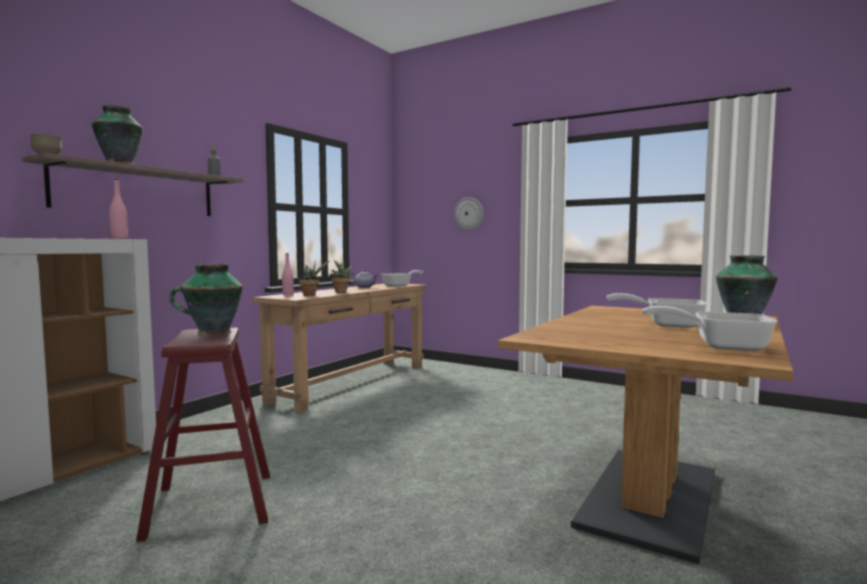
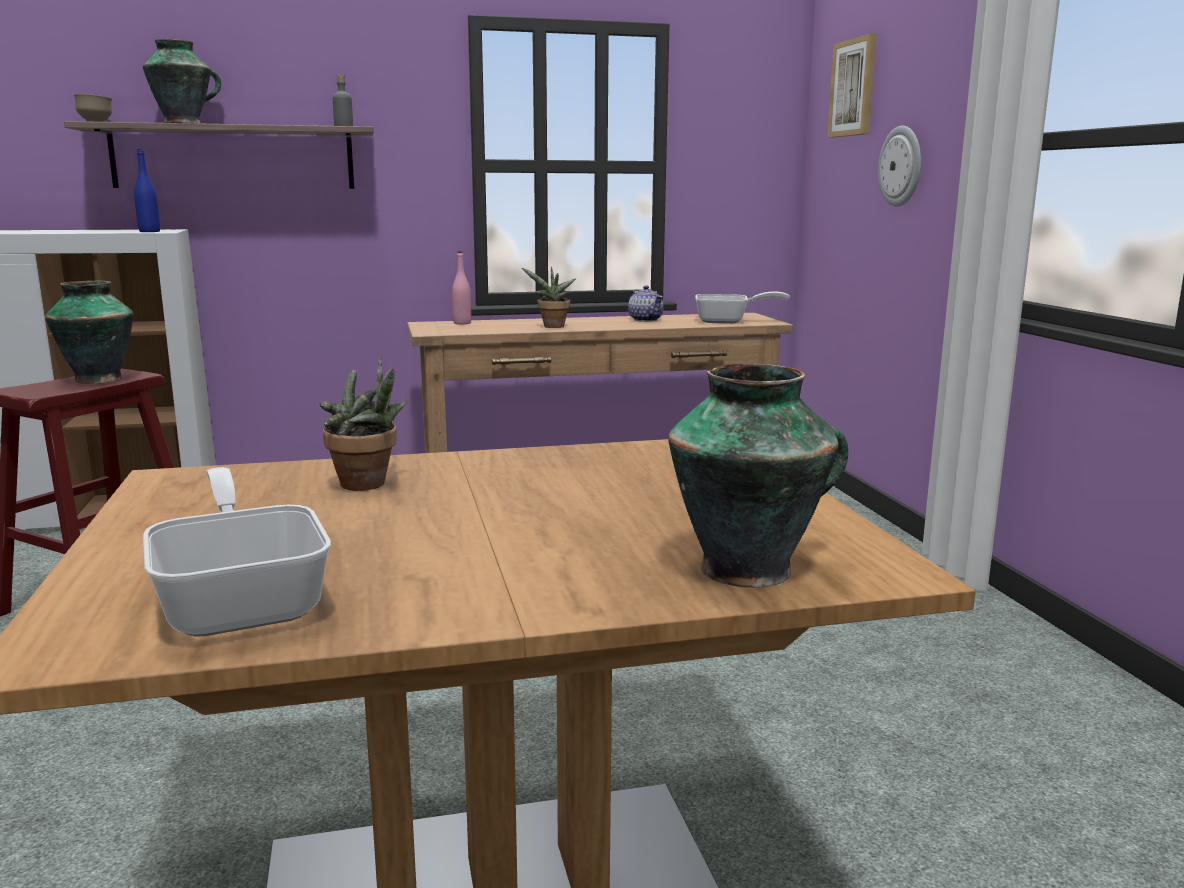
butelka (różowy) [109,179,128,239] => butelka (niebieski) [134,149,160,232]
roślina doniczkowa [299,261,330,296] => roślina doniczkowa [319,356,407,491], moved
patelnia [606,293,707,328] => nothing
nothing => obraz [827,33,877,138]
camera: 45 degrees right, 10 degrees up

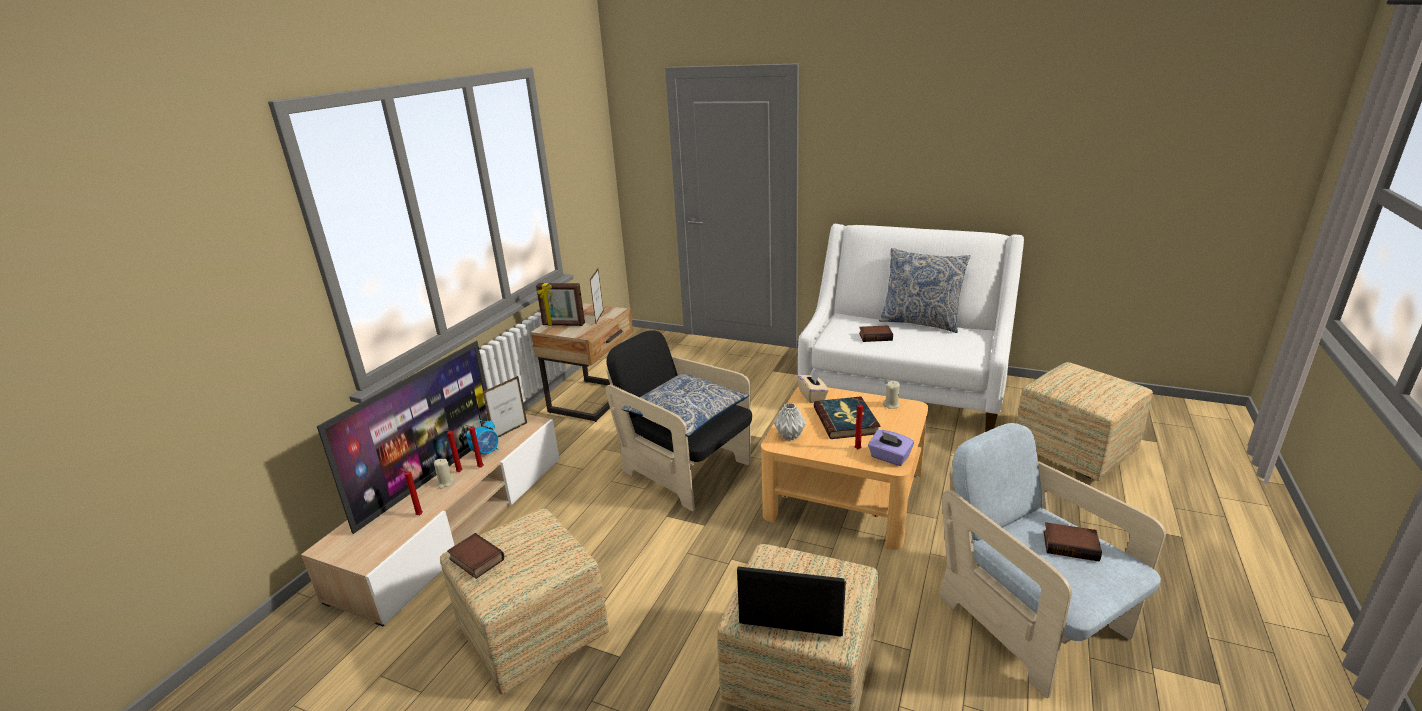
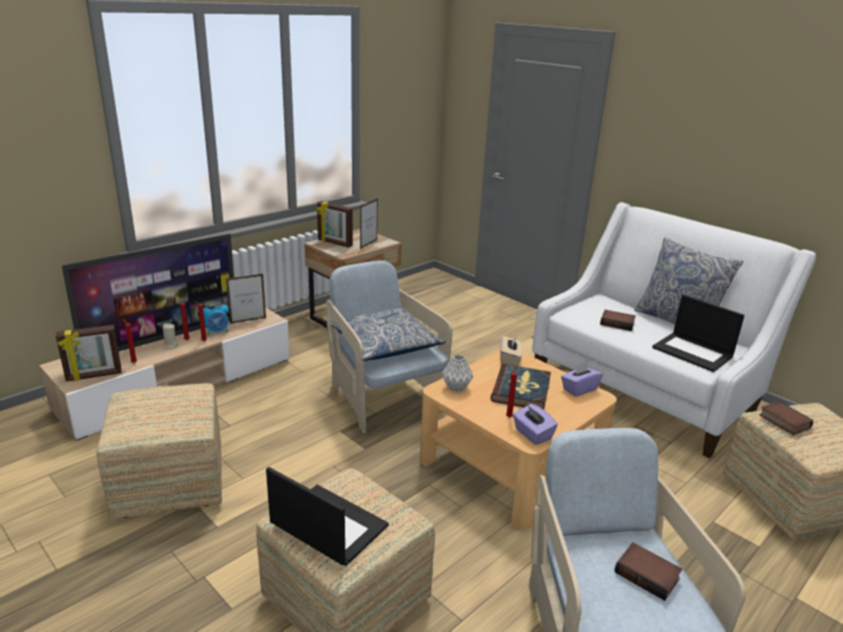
fotel (czarny) [605,330,752,512] => fotel (beżowy) [326,261,453,434]
świeca (beżowy) [883,381,900,409] => pudełko chusteczek (fioletowy) [561,362,603,397]
książka [447,533,504,579] => książka [759,401,813,435], moved
nothing => laptop [652,294,745,372]
nothing => ramka na zdjęcie [56,325,122,382]
camera: 20 degrees right, 0 degrees up

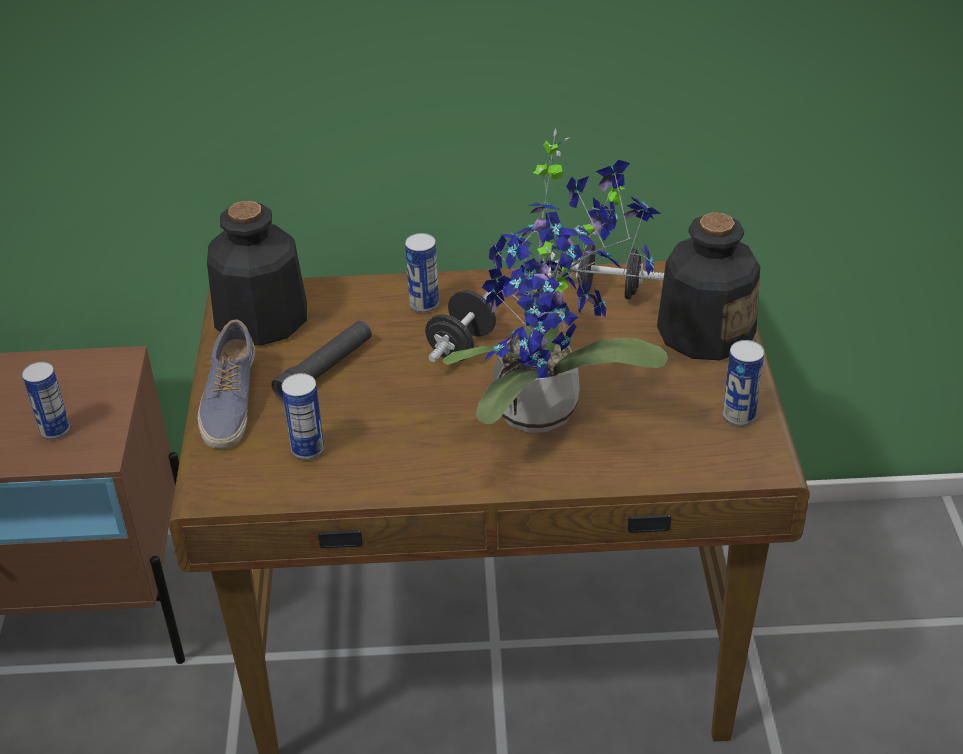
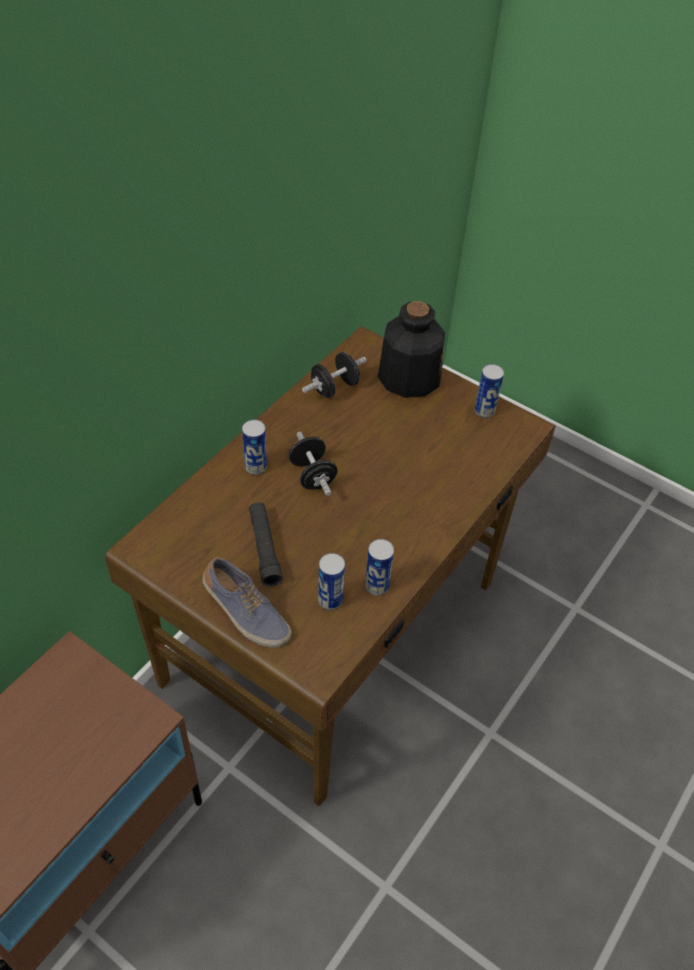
roślina doniczkowa [443,128,668,433] => nothing
butelka [207,201,307,346] => nothing
puszka [22,362,70,440] => puszka [365,539,394,596], moved
camera: 55 degrees left, 10 degrees up

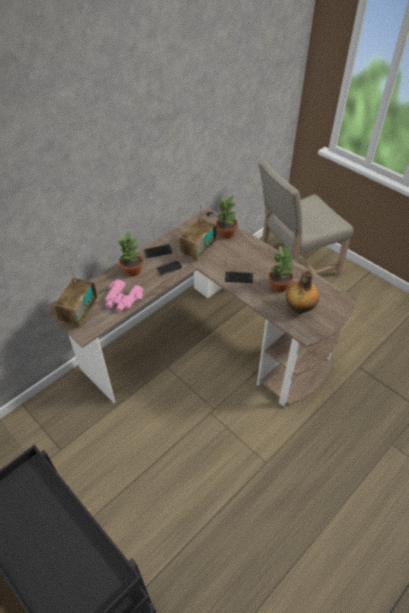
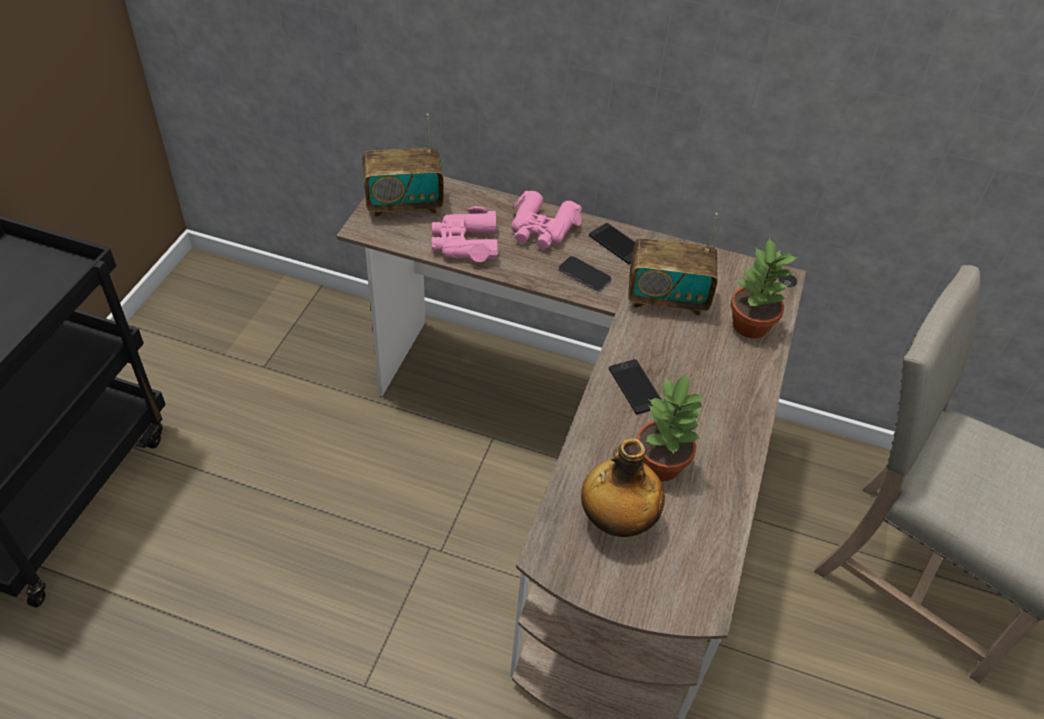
roślina doniczkowa [118,230,143,277] => lornetka (różowy) [511,191,582,249]
camera: 60 degrees right, 0 degrees up

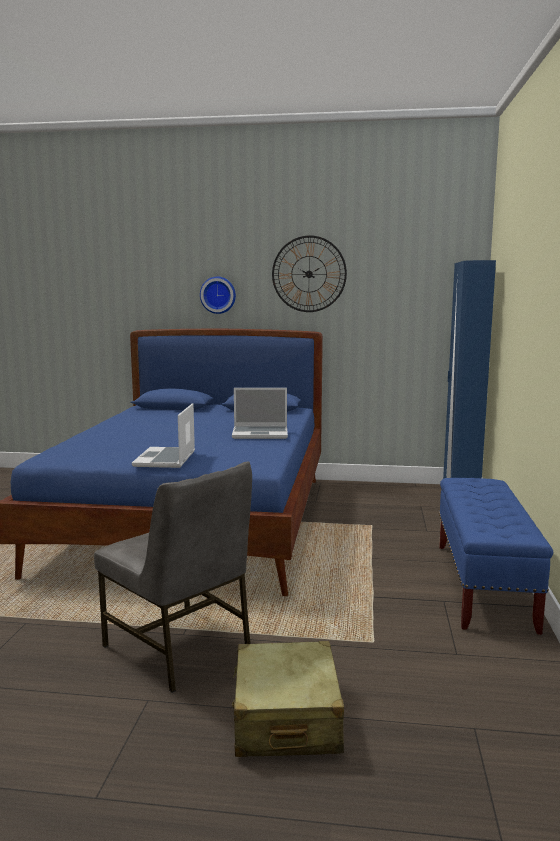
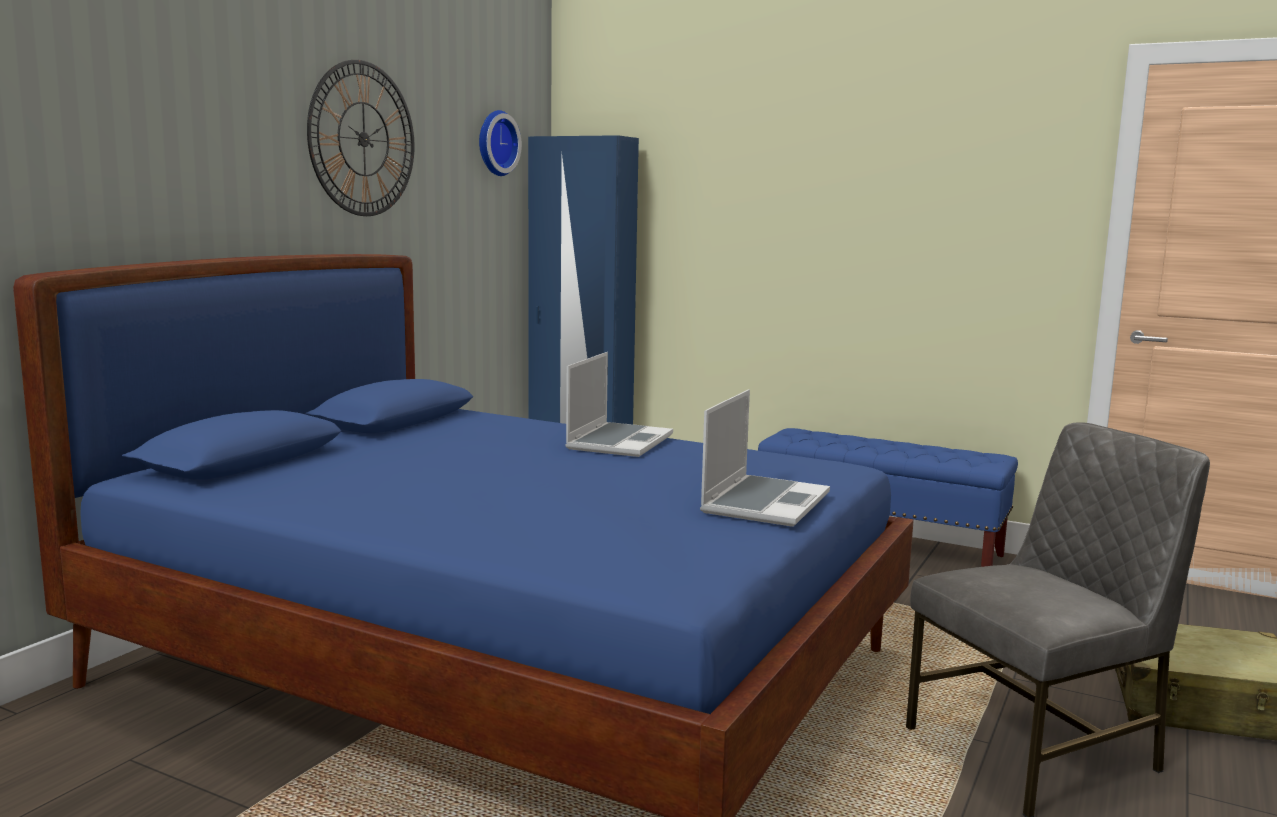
zegar ścienny [200,276,236,314] => zegar ścienny [479,110,522,176], moved
laptop [132,403,195,468] => laptop [700,389,830,527], 90 degrees counterclockwise
camera: 70 degrees left, 0 degrees up

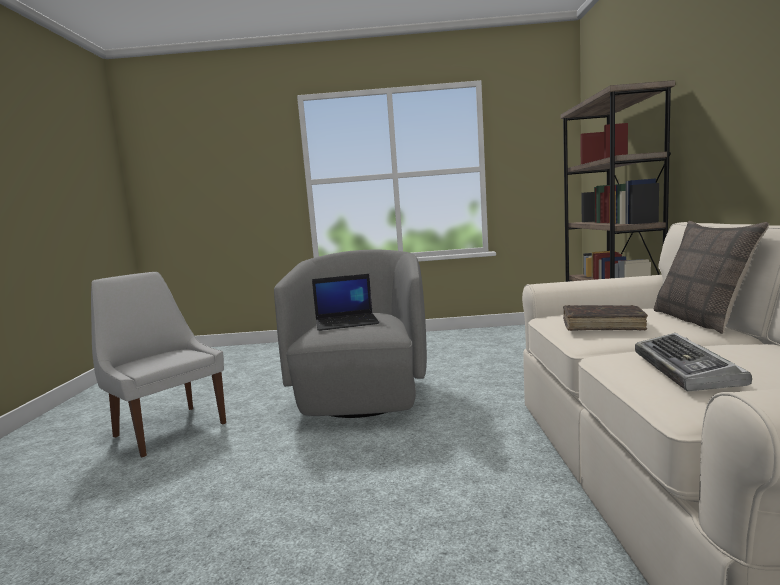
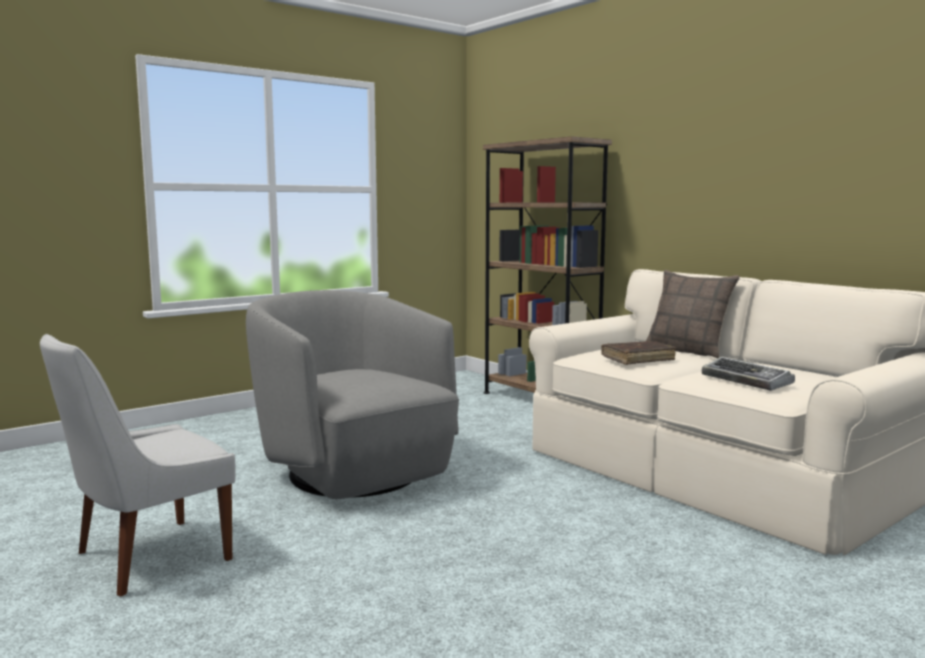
krzesło (biały) [91,272,226,457] => krzesło (biały) [40,334,235,597], 45 degrees counterclockwise
laptop [312,274,379,331] => nothing
camera: 40 degrees left, 0 degrees up

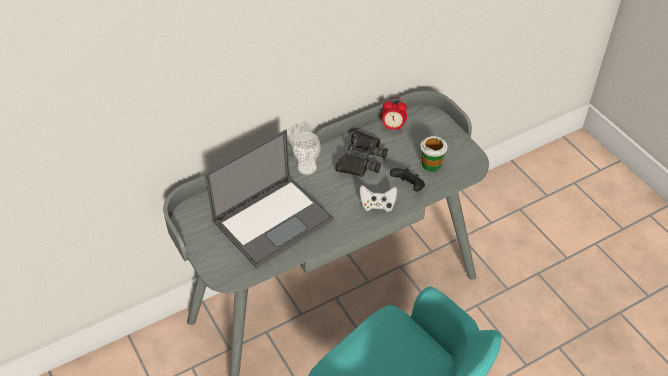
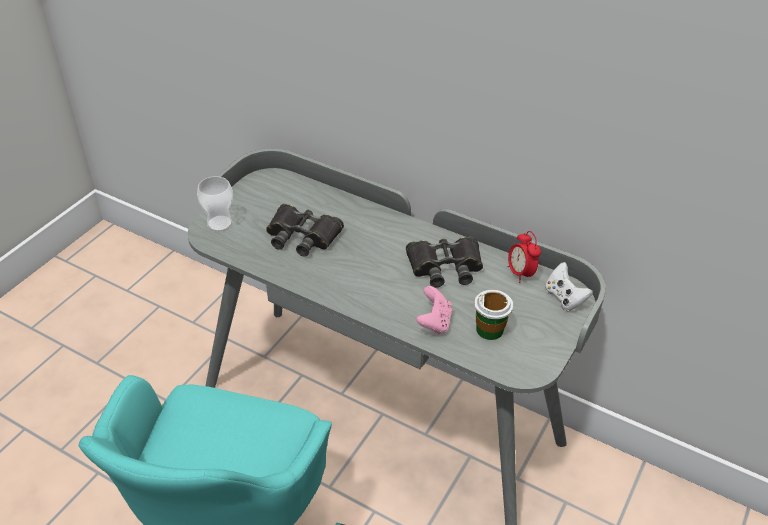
laptop [205,129,334,268] => lornetka (czarny) [266,204,344,257]
filiżanka [292,132,320,175] => filiżanka [197,176,233,232], moved
pad do gier (czarny) [390,168,425,191] => pad do gier (różowy) [416,286,452,334]
pad do gier (biały) [359,185,397,212] => pad do gier (biały) [545,262,593,311], moved
camera: 60 degrees right, 5 degrees down

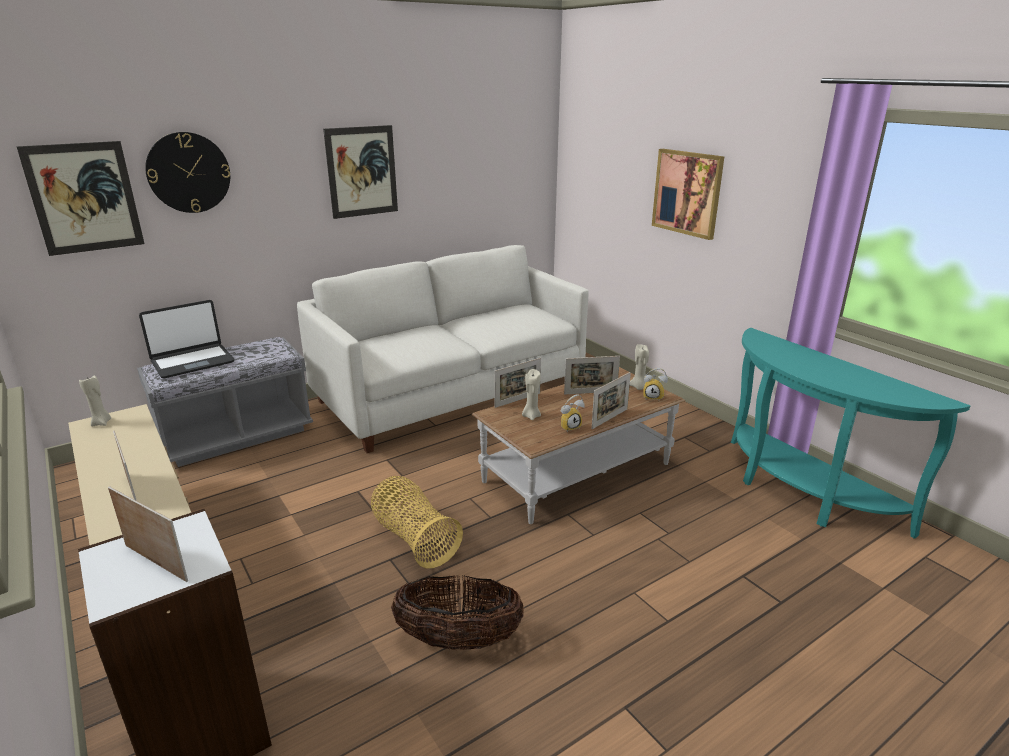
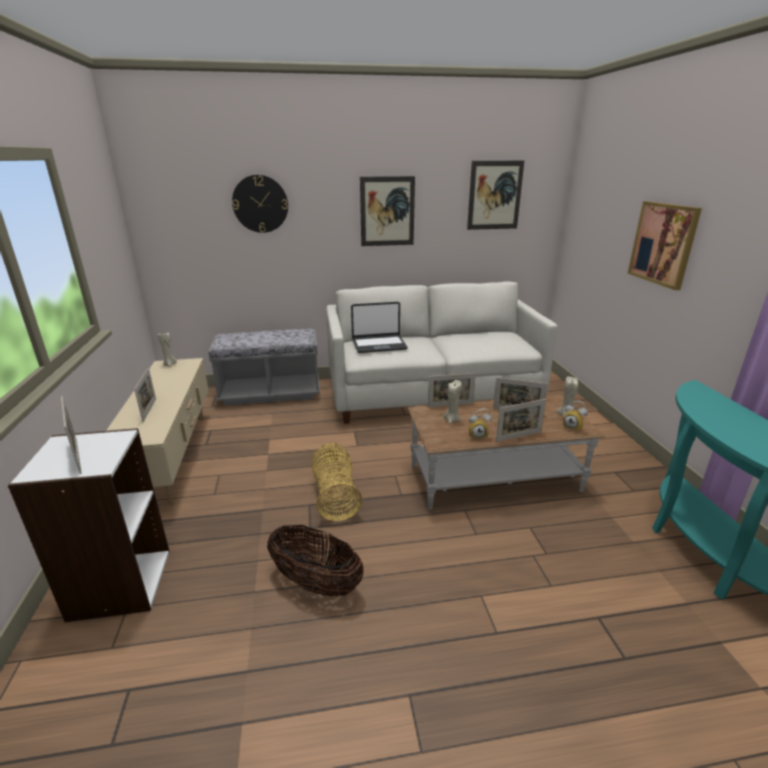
obraz [16,141,145,256] => obraz [467,161,524,230], moved
laptop [139,300,235,378] => laptop [351,302,408,353], moved
camera: 25 degrees right, 0 degrees up

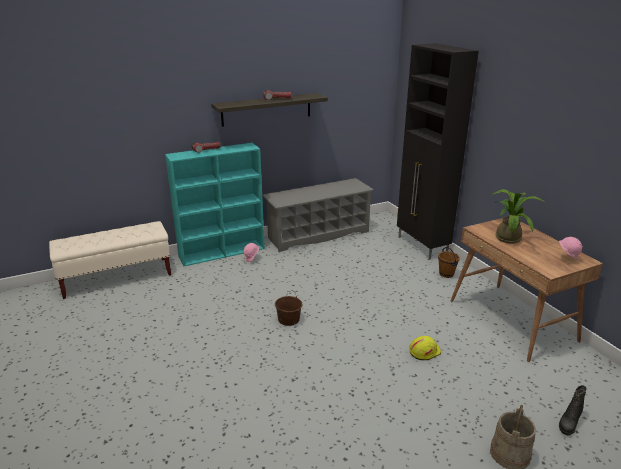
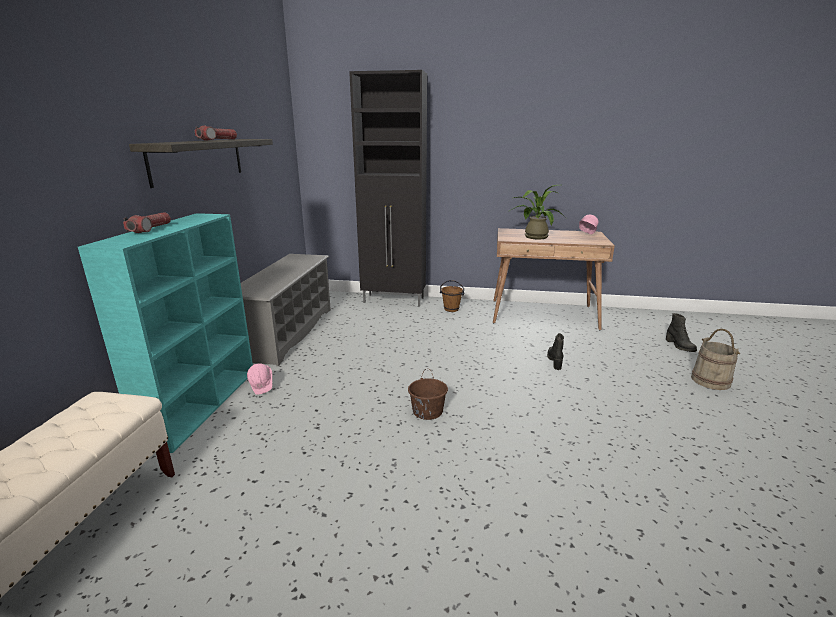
kask (żółty) [409,336,441,360] => but z cholewką (czarny) [547,333,564,370]
camera: 55 degrees left, 5 degrees down

